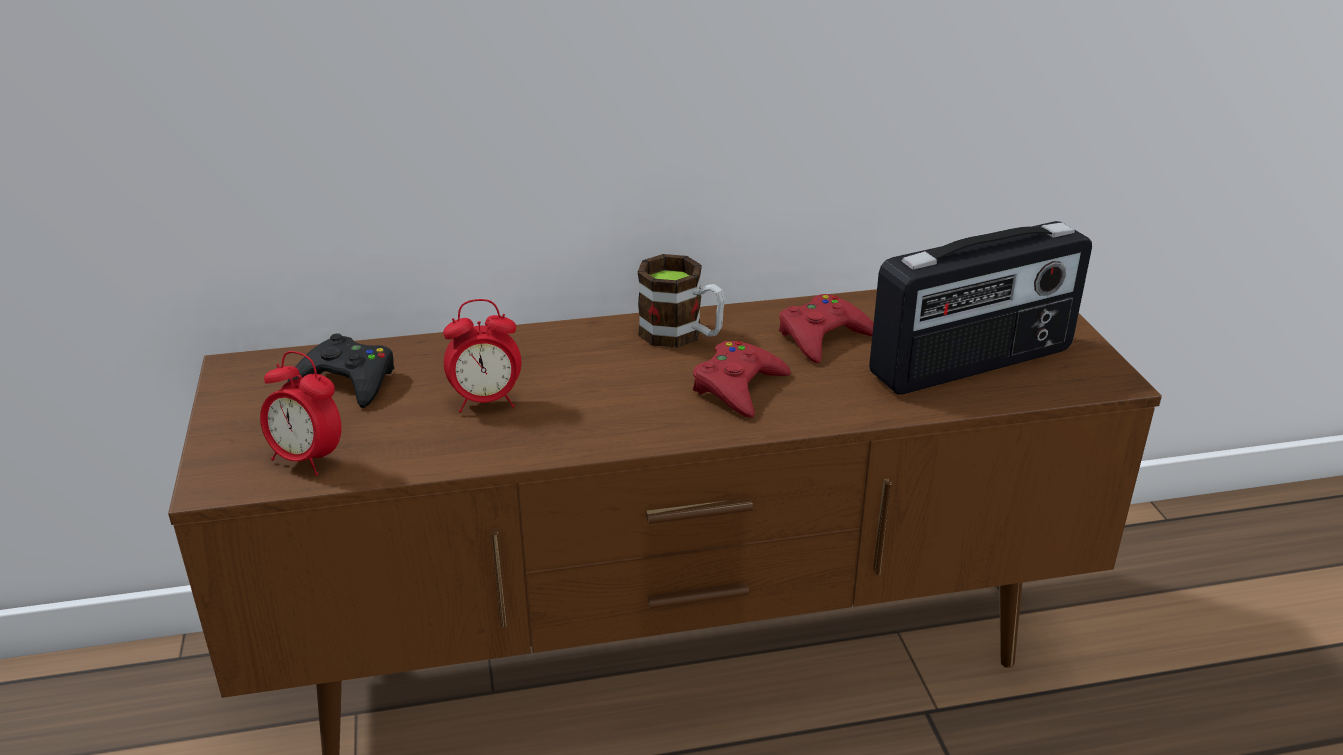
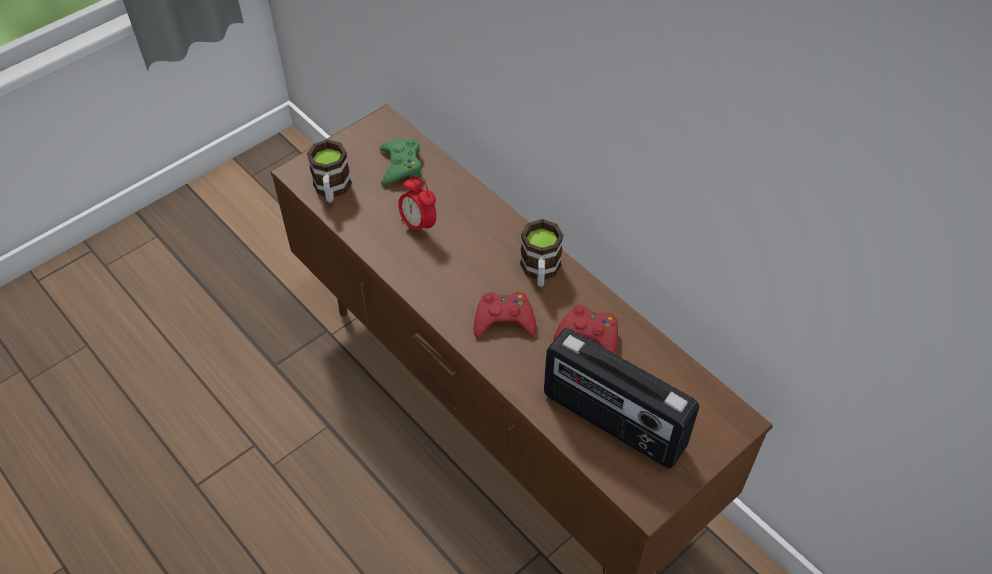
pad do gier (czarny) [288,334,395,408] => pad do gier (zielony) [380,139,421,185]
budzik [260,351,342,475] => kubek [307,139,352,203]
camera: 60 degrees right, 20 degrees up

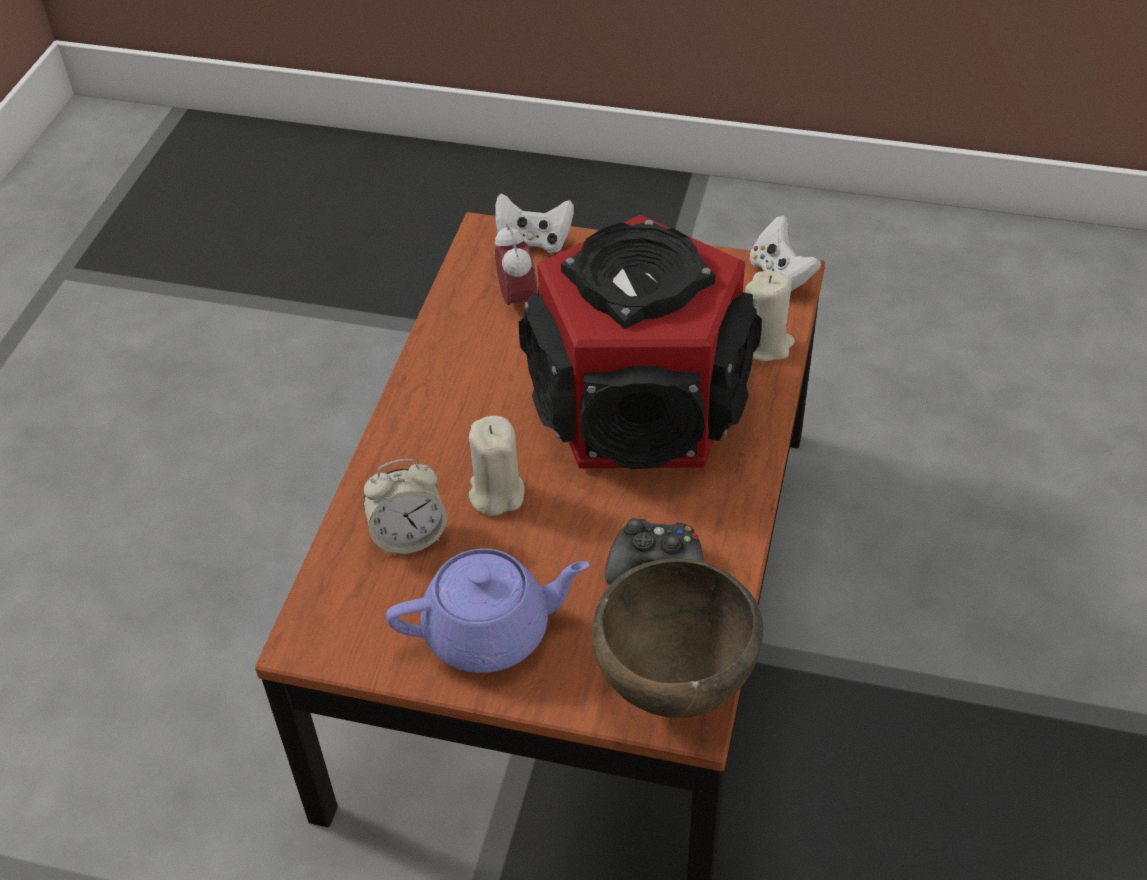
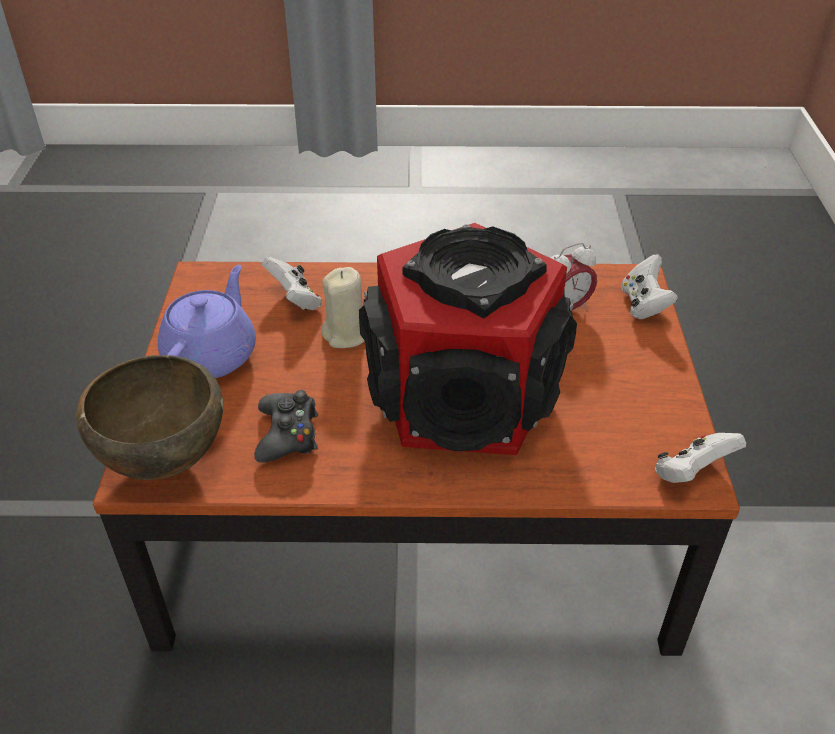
świeca (beżowy) [745,271,795,361] => nothing
budzik [363,459,447,554] => pad do gier (biały) [262,257,322,310]
imbryk (fioletowy) [386,549,590,673] => imbryk (fioletowy) [158,265,256,378], 135 degrees counterclockwise
camera: 75 degrees right, 5 degrees down

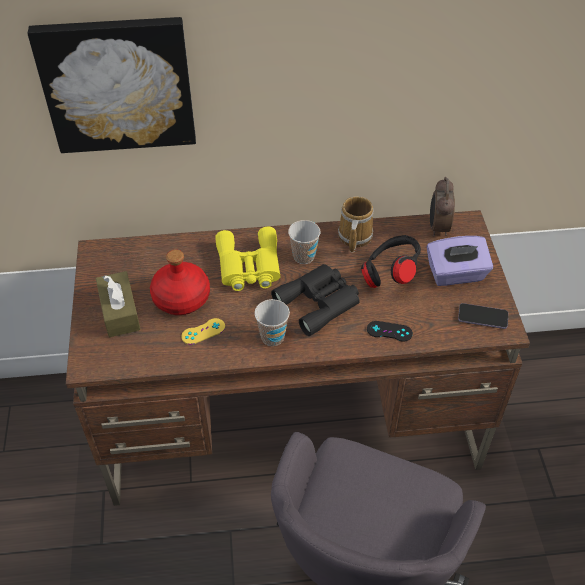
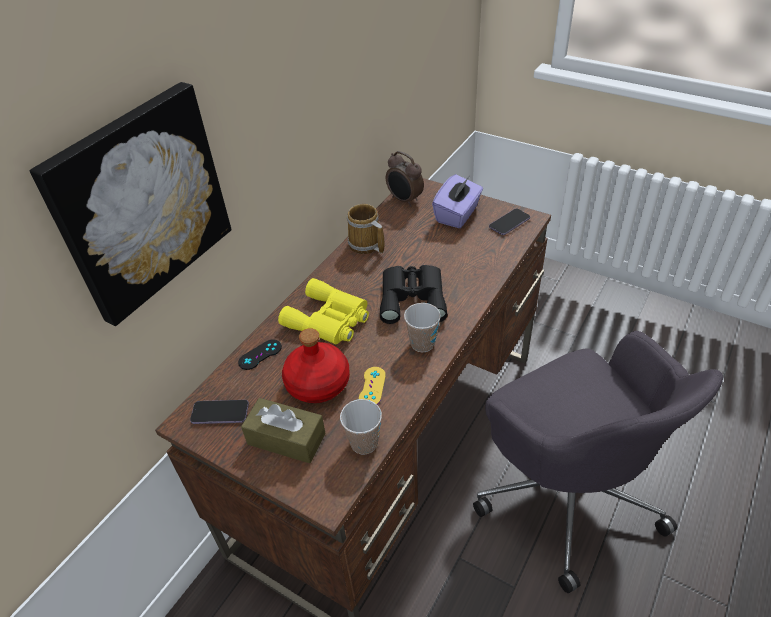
filiżanka [288,220,320,264] => filiżanka [340,399,382,455], moved
słuchawki (czarny) [361,235,421,288] => nothing
pad do gier (czarny) [367,321,413,342] => pad do gier (czarny) [238,340,282,370], moved
nothing => telefon [190,400,249,424]
camera: 50 degrees left, 5 degrees down

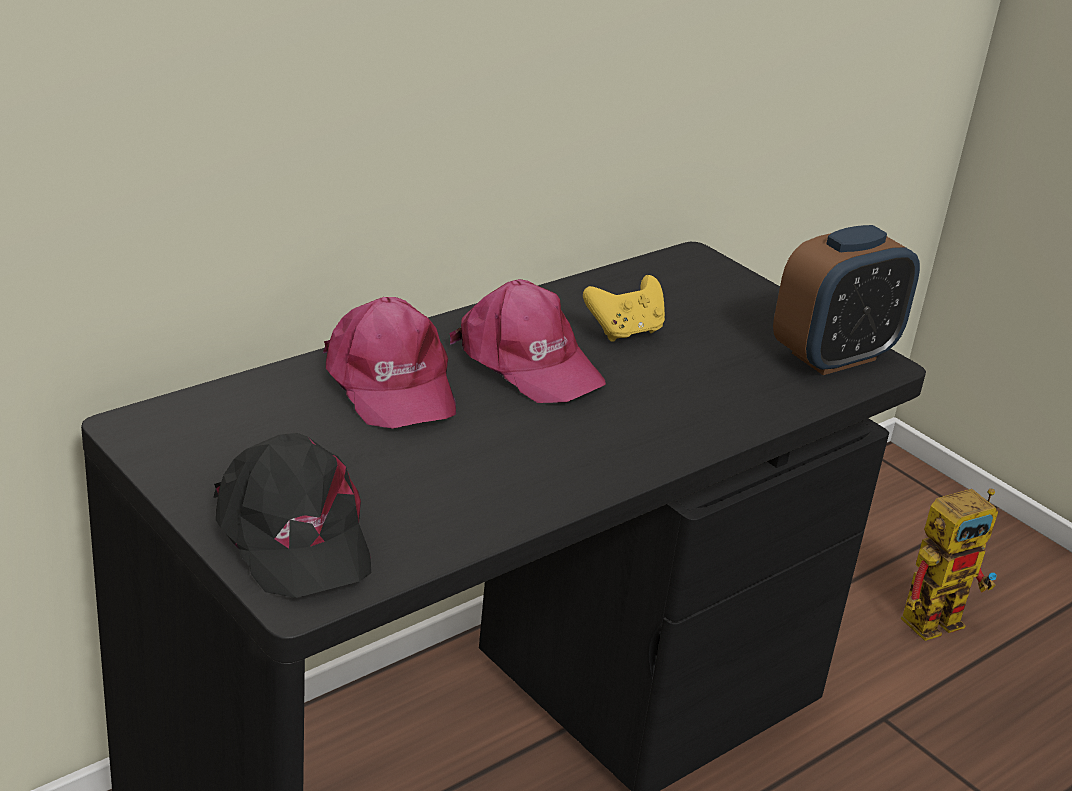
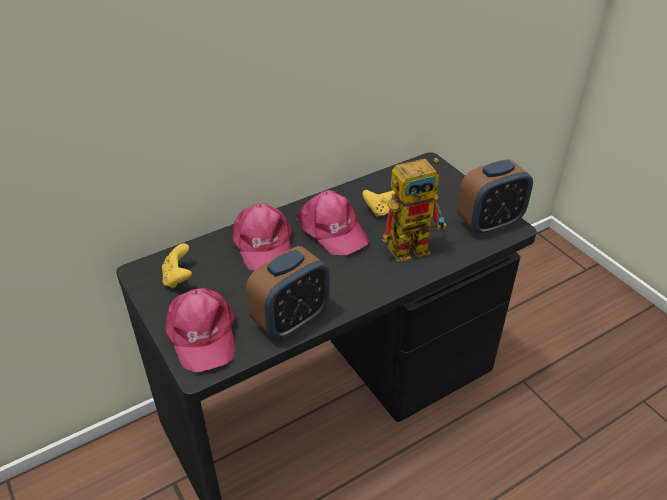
czapka z daszkiem (czarny) [213,433,371,598] => czapka z daszkiem (różowy) [165,287,236,373]
robot zabawkowy [901,488,998,641] => robot zabawkowy [382,158,447,263], moved
nothing => pad do gier (żółty) [162,243,192,289]
nothing => budzik [246,246,330,339]
camera: 10 degrees right, 10 degrees up

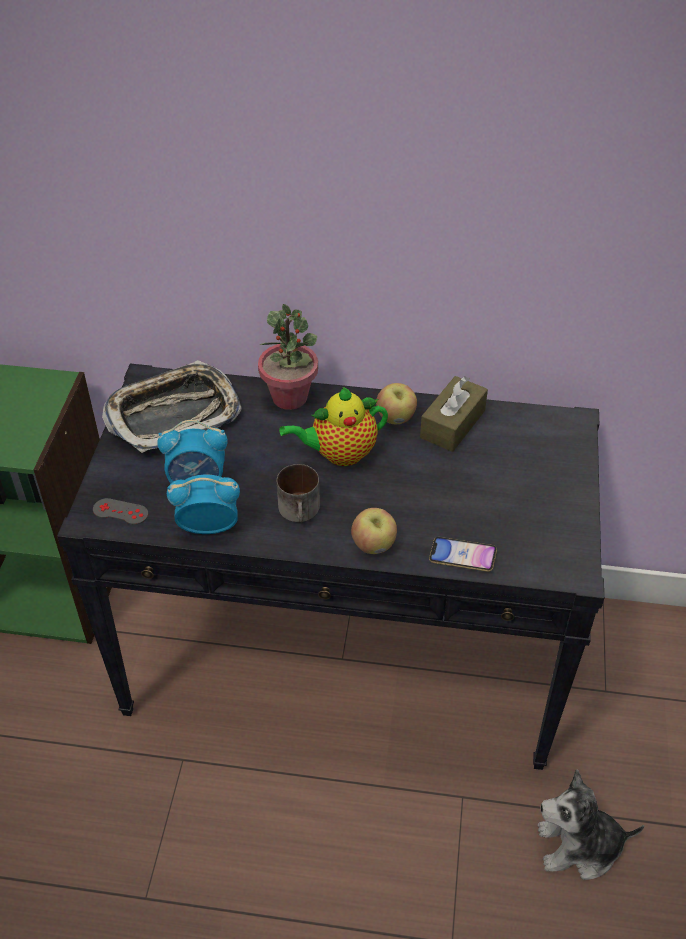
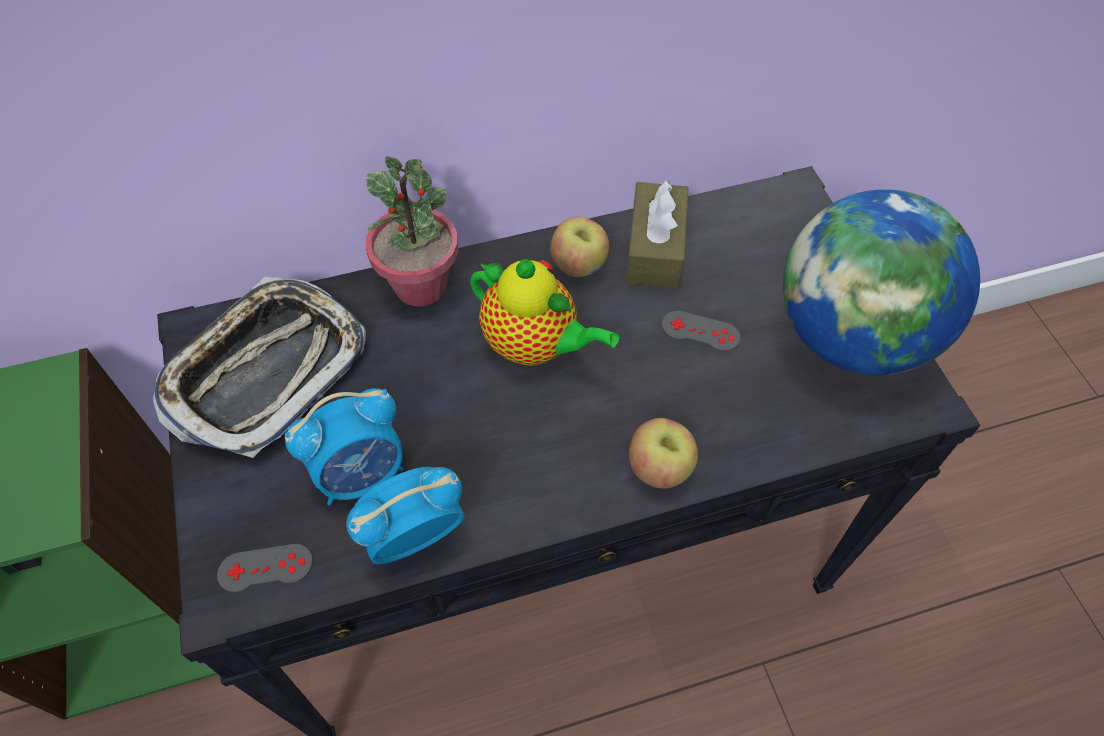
imbryk [279,387,388,466] => imbryk [470,258,619,366], 105 degrees counterclockwise
kubek [277,464,320,522] => nothing
telefon [429,537,497,572] => nothing
pluszak [537,770,644,880] => nothing
nothing => globus [783,189,980,376]
nothing => pad do gier (szary) [662,311,740,352]
camera: 25 degrees left, 10 degrees up

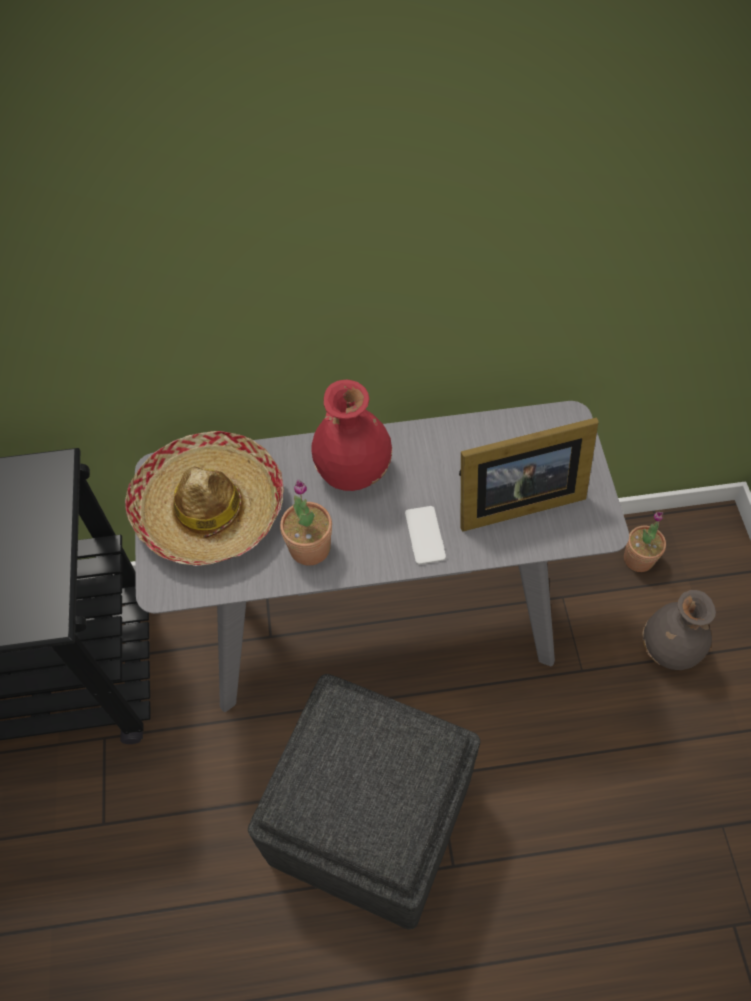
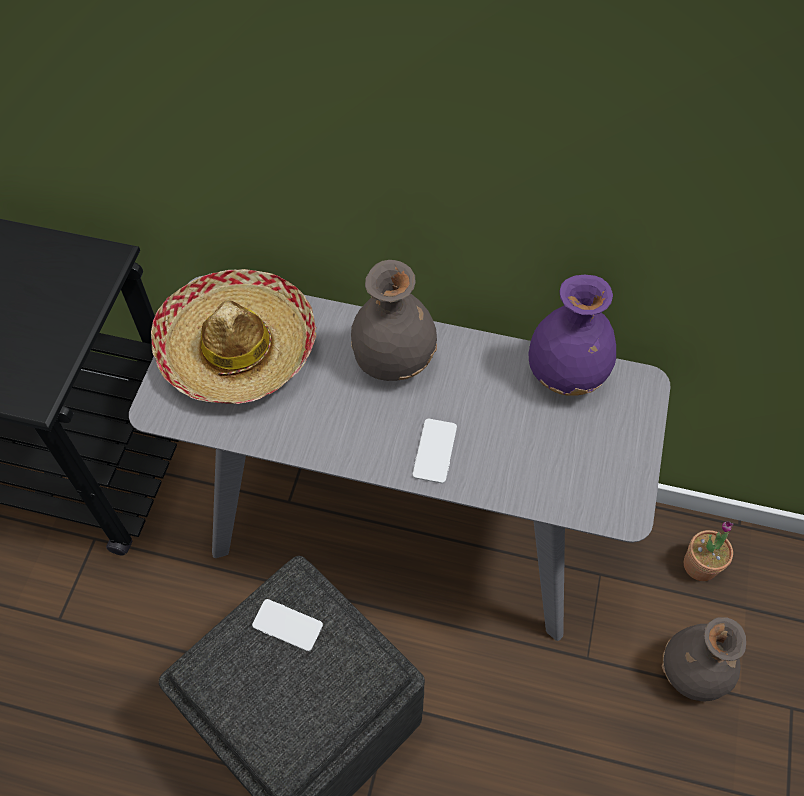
wazon (czerwony) [311,380,392,491] => wazon (szary) [351,260,437,381]
ramka na zdjęcie [459,417,599,531] => nothing
roślina doniczkowa [280,480,332,566] => nothing
nothing => wazon (fioletowy) [528,275,616,396]
nothing => telefon [252,599,323,651]
camera: 20 degrees right, 0 degrees up

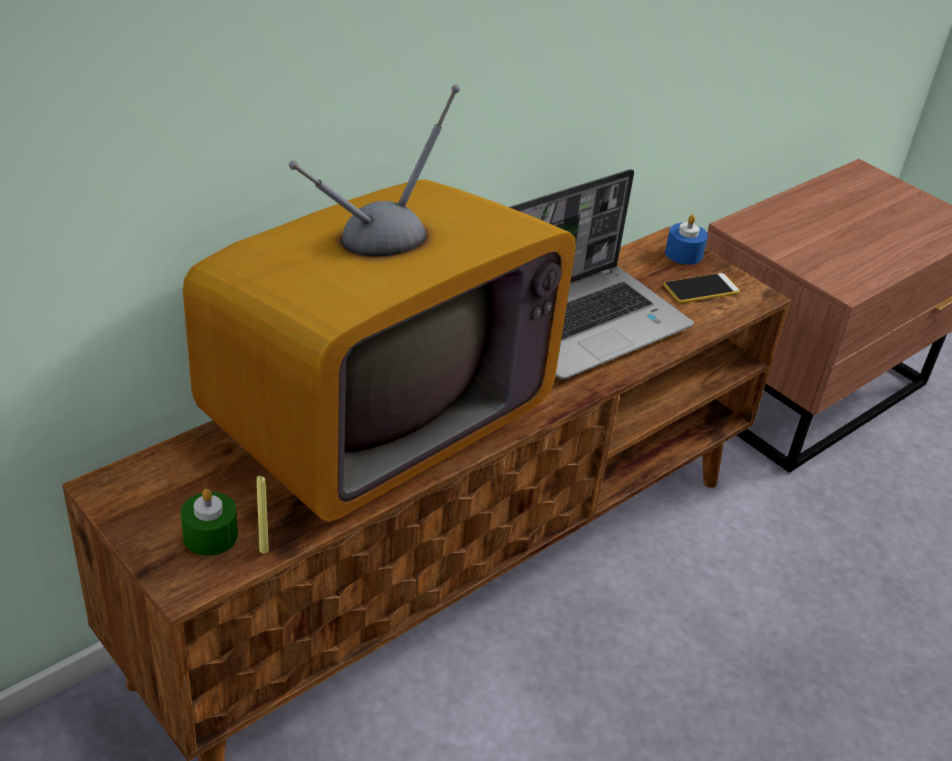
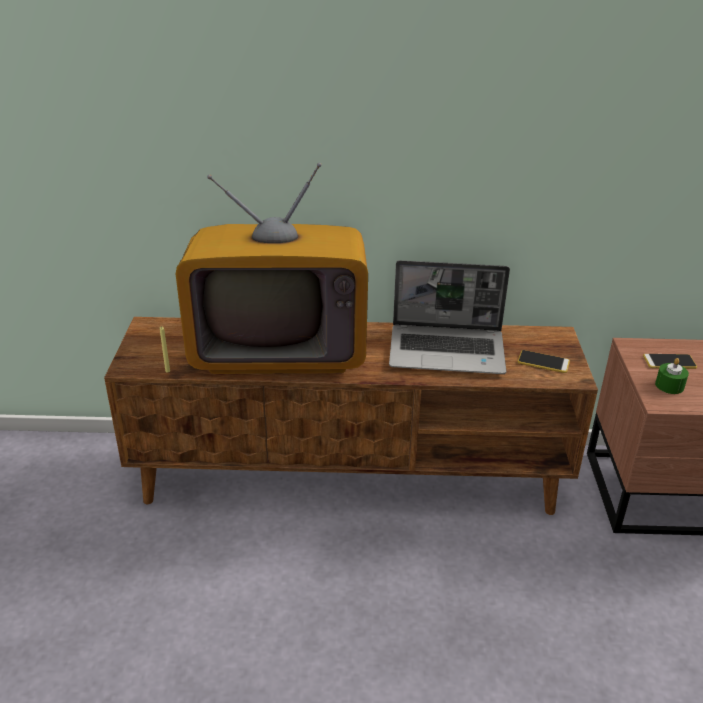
świeca (niebieski) [665,214,708,265] => nothing
świeca (zielony) [180,489,238,556] => świeca (zielony) [655,358,689,394], moved
nothing => telefon [643,354,697,369]
camera: 45 degrees right, 5 degrees down

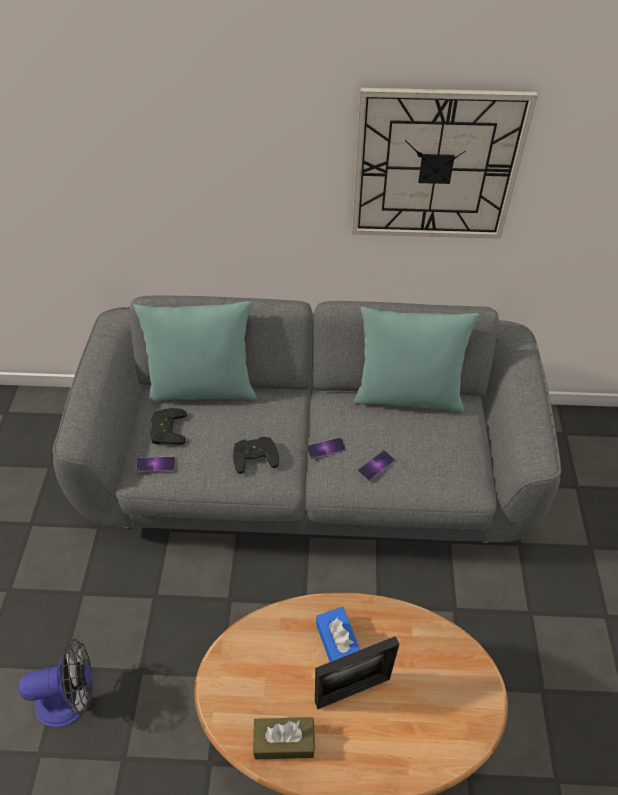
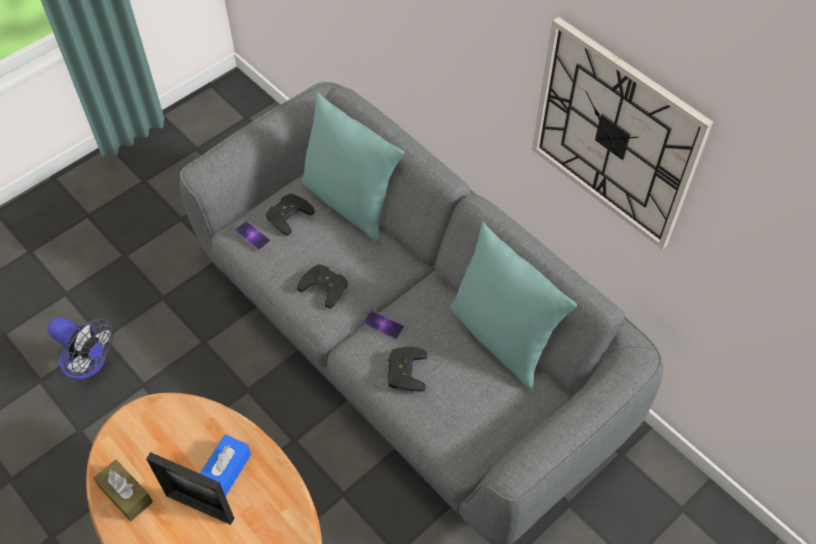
telefon [358,450,395,481] => pad do gier (czarny) [387,347,427,392]
camera: 45 degrees right, 5 degrees up

